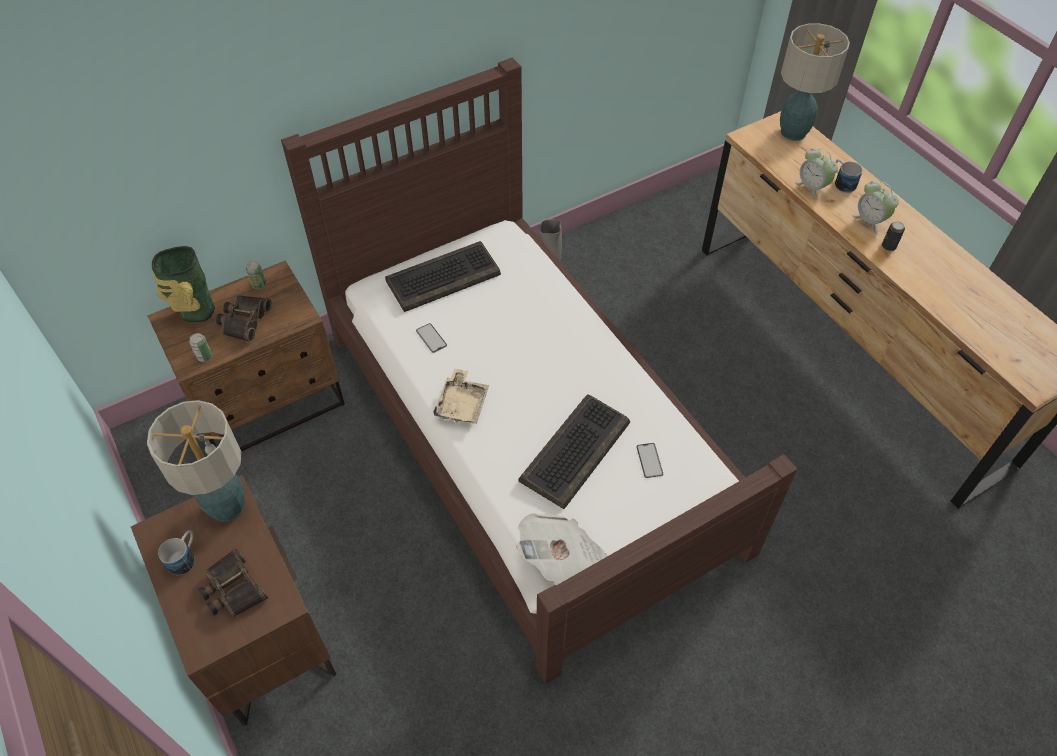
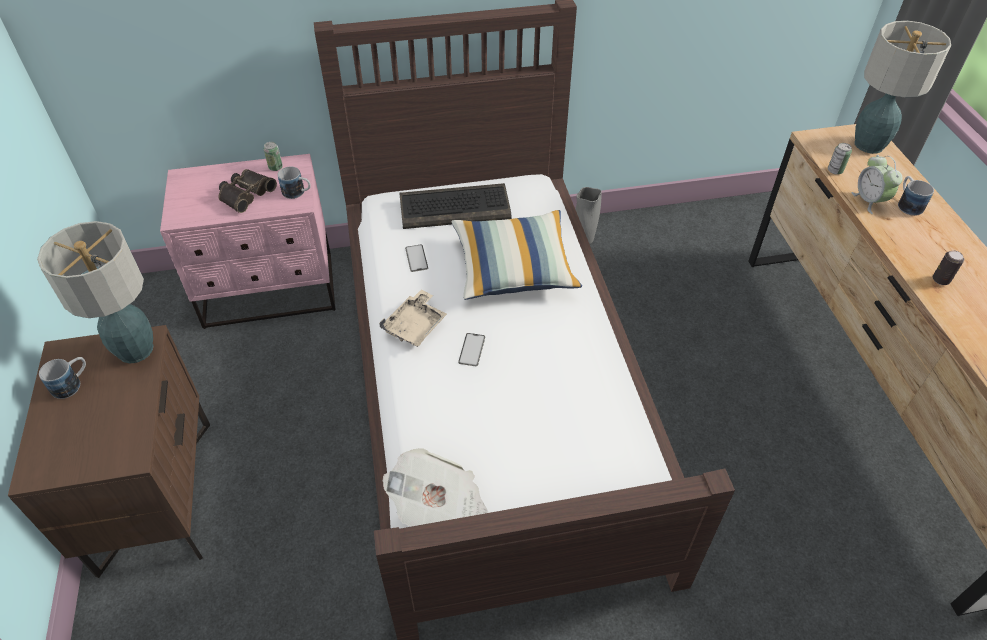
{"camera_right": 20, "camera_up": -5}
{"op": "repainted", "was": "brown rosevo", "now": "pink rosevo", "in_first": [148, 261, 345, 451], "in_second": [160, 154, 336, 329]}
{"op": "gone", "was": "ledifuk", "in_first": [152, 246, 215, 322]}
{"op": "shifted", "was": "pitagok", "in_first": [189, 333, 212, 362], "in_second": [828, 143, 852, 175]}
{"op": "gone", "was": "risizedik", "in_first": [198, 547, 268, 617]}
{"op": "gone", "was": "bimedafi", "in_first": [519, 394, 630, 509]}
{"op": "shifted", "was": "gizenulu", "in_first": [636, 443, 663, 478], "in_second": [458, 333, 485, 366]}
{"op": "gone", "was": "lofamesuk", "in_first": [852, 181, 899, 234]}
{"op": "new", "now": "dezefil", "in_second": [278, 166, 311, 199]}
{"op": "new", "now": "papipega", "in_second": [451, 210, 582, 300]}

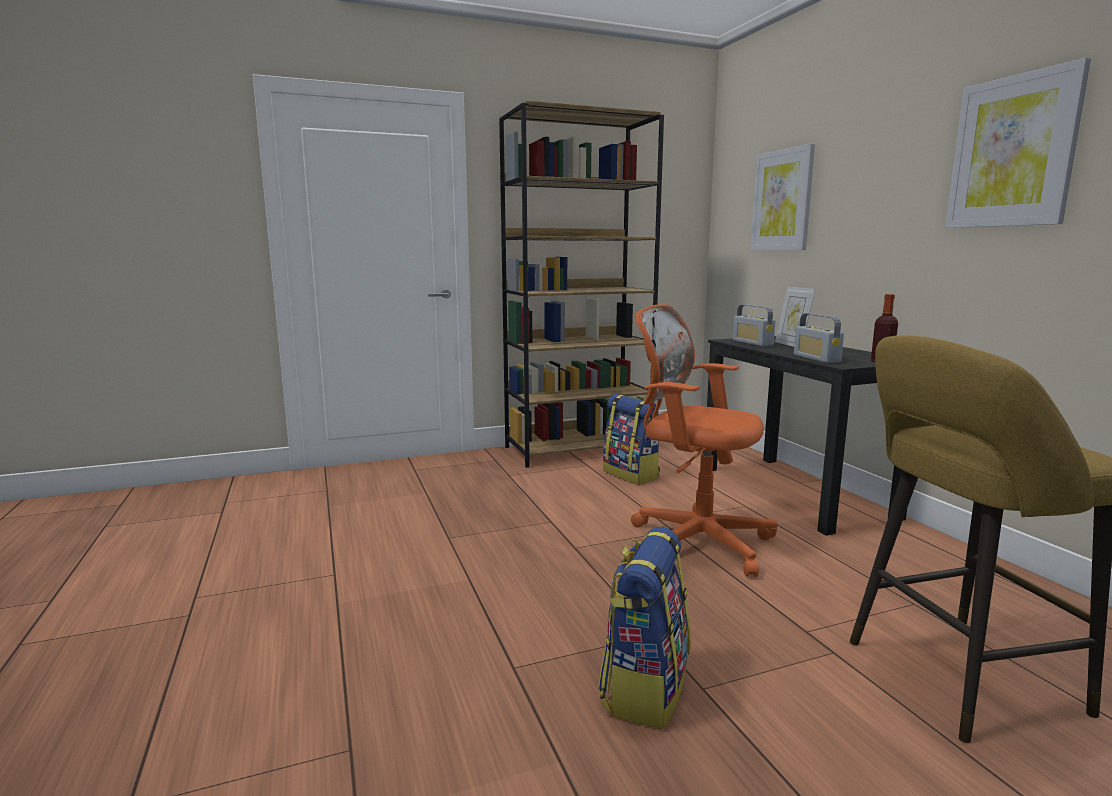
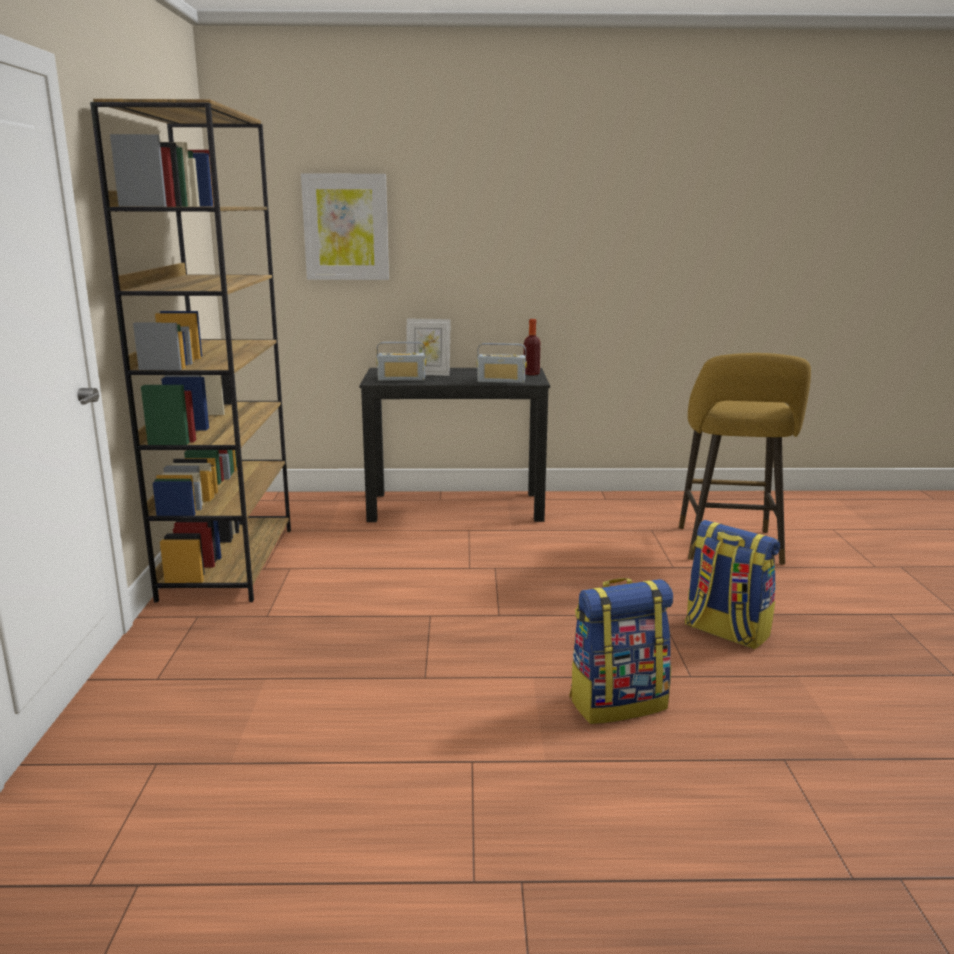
{"camera_right": -70, "camera_up": 5}
{"op": "shifted", "was": "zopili", "in_first": [603, 394, 660, 485], "in_second": [569, 578, 673, 724]}
{"op": "gone", "was": "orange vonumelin", "in_first": [631, 304, 778, 577]}
{"op": "gone", "was": "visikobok", "in_first": [945, 58, 1091, 228]}

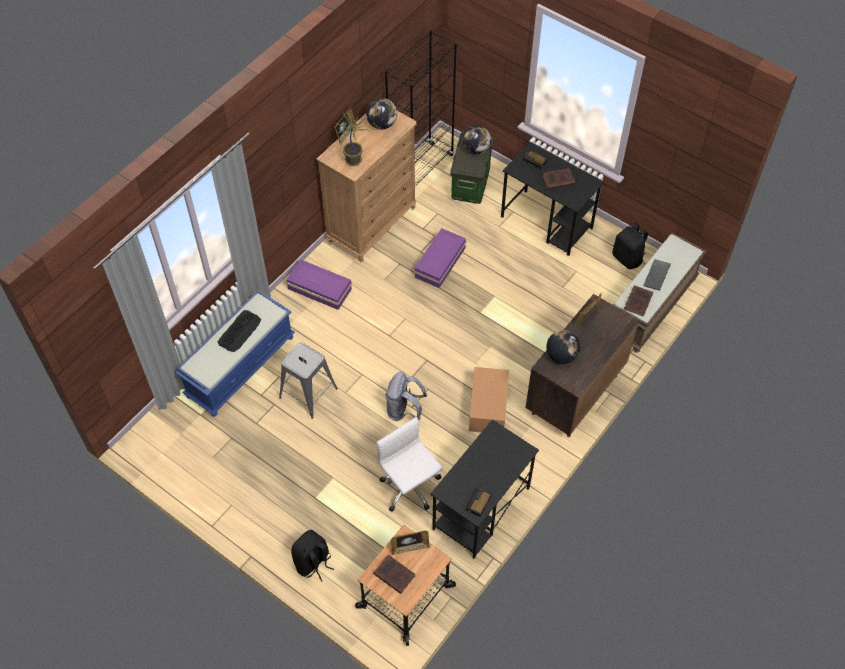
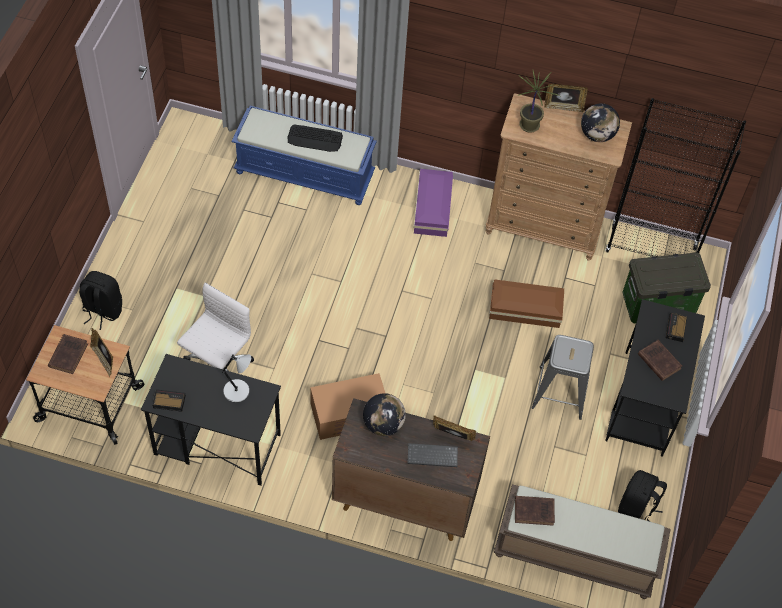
{"camera_right": 65, "camera_up": 0}
{"op": "shifted", "was": "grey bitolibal", "in_first": [279, 343, 338, 419], "in_second": [531, 335, 594, 420]}
{"op": "gone", "was": "grey zopili", "in_first": [385, 372, 427, 421]}
{"op": "repainted", "was": "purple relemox", "now": "brown relemox", "in_first": [414, 228, 466, 288], "in_second": [489, 279, 564, 328]}
{"op": "gone", "was": "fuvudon", "in_first": [463, 125, 491, 154]}
{"op": "shifted", "was": "bimedafi", "in_first": [643, 259, 671, 291], "in_second": [407, 443, 458, 467]}
{"op": "new", "now": "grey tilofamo", "in_second": [222, 354, 251, 402]}

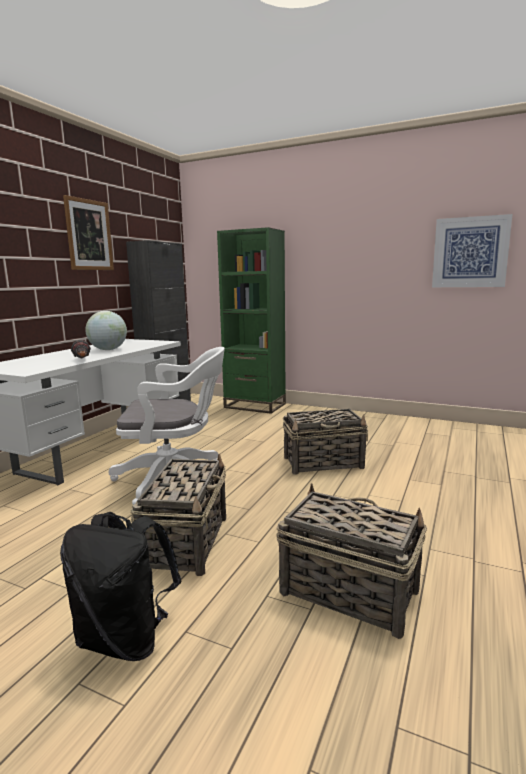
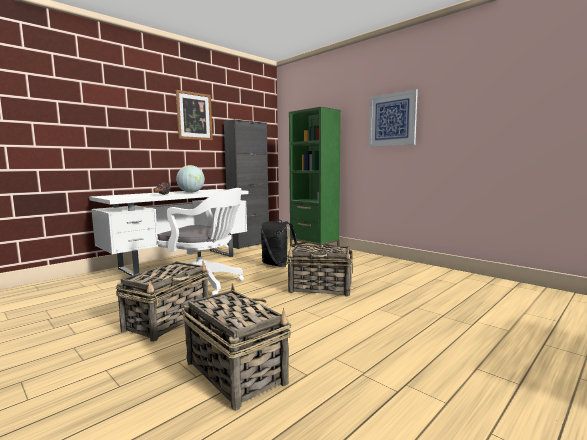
{"camera_right": 20, "camera_up": -5}
{"op": "shifted", "was": "black zopili", "in_first": [60, 512, 182, 661], "in_second": [261, 219, 298, 267]}
{"op": "shifted", "was": "visikobok", "in_first": [432, 214, 512, 287], "in_second": [369, 89, 418, 147]}

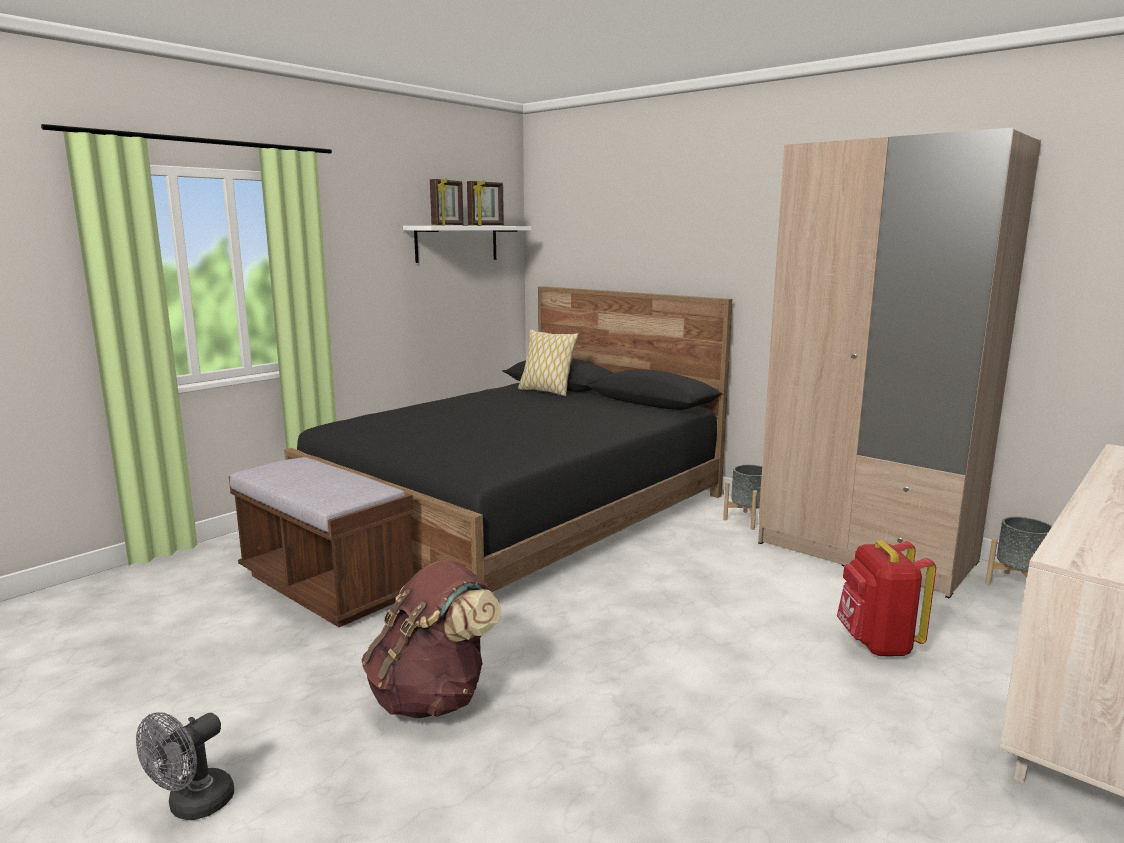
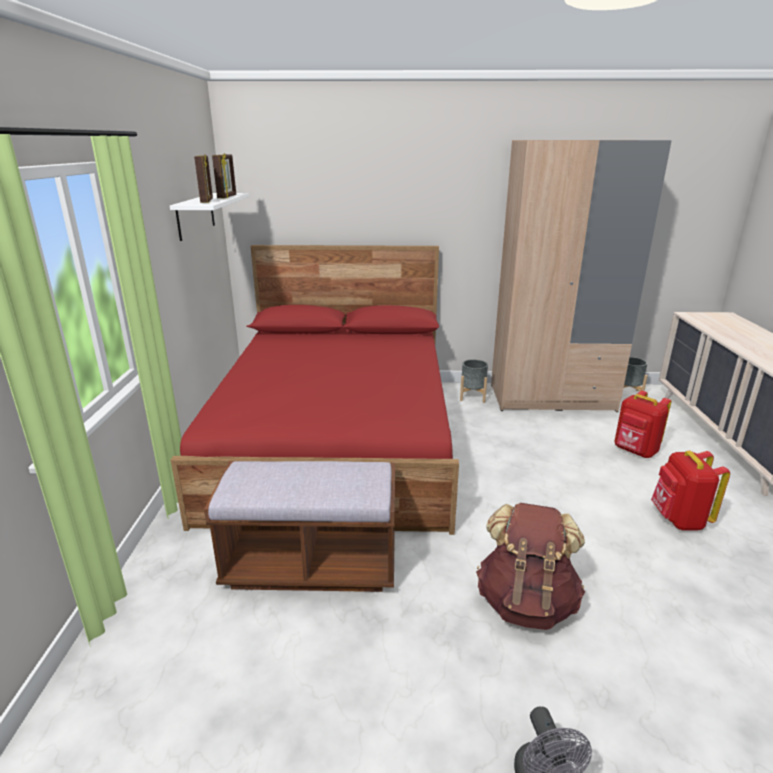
{"camera_right": -40, "camera_up": 10}
{"op": "repainted", "was": "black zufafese", "now": "red zufafese", "in_first": [284, 286, 732, 592], "in_second": [171, 245, 459, 535]}
{"op": "gone", "was": "papipega", "in_first": [518, 329, 579, 396]}
{"op": "new", "now": "red zopili", "in_second": [651, 451, 730, 530]}

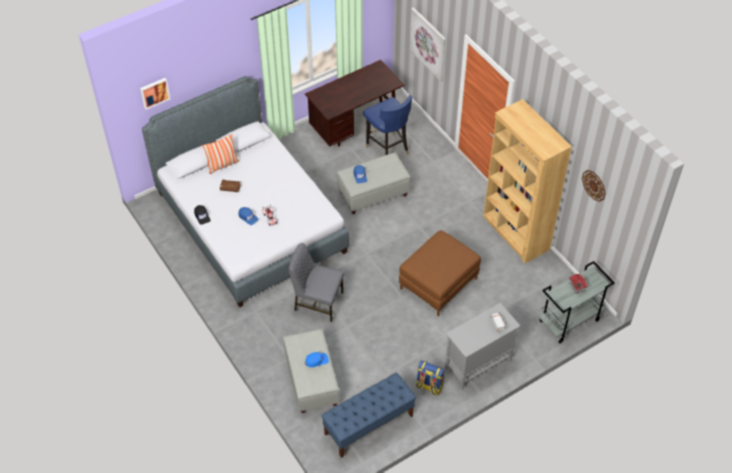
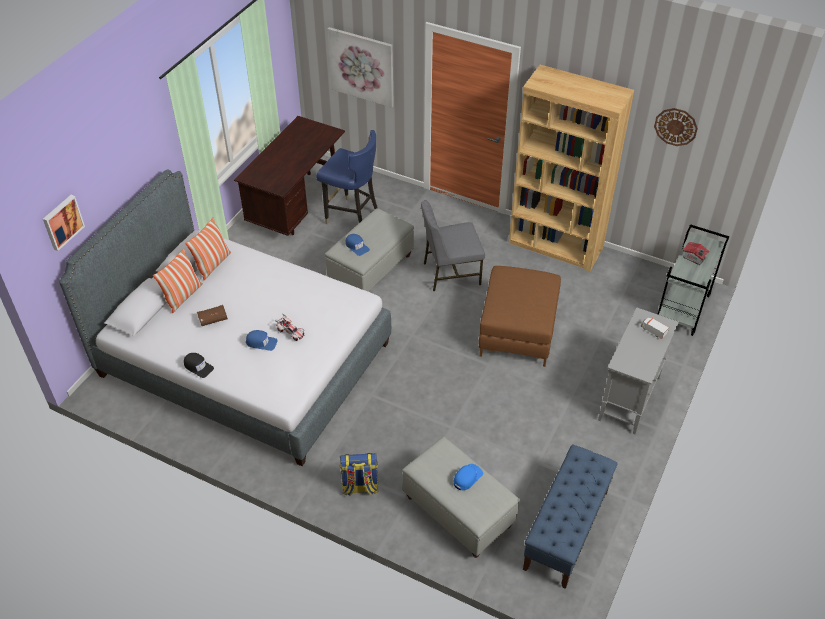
{"camera_right": -30, "camera_up": -5}
{"op": "shifted", "was": "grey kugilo", "in_first": [289, 243, 344, 322], "in_second": [421, 200, 485, 291]}
{"op": "shifted", "was": "zopili", "in_first": [416, 360, 445, 395], "in_second": [340, 453, 379, 496]}
{"op": "new", "now": "papipega", "in_second": [185, 217, 231, 280]}

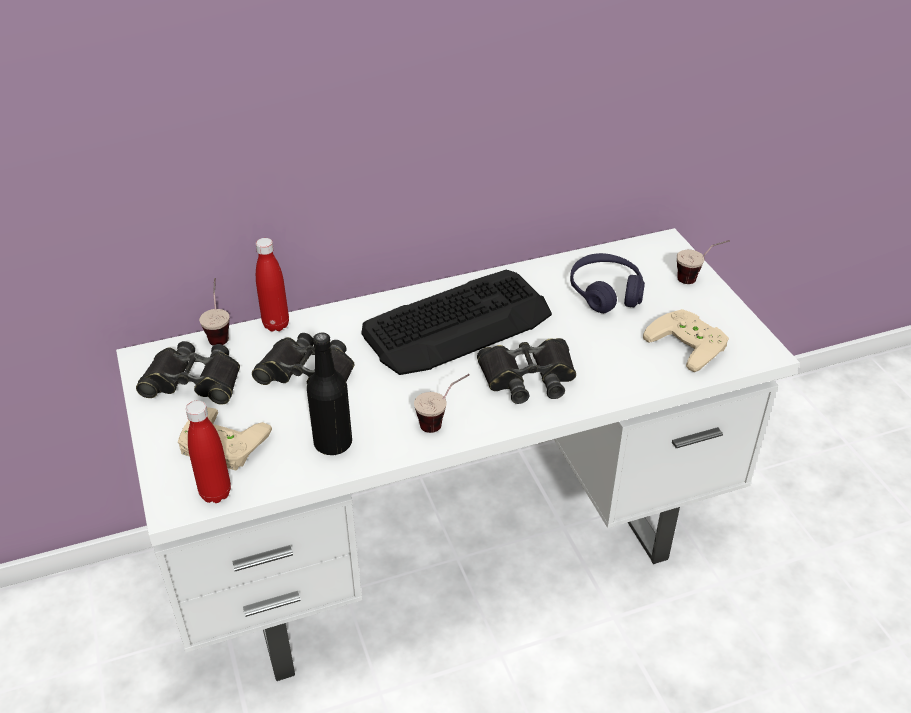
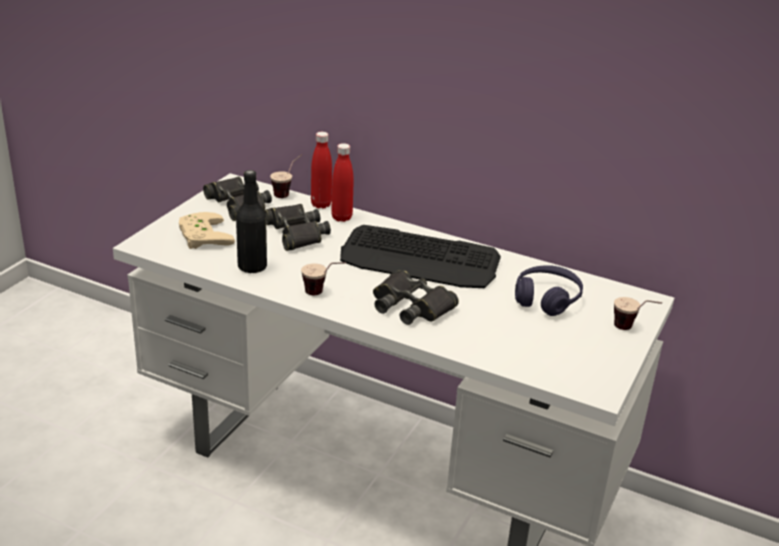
{"camera_right": 45, "camera_up": -10}
{"op": "shifted", "was": "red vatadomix", "in_first": [186, 401, 231, 503], "in_second": [331, 143, 354, 222]}
{"op": "gone", "was": "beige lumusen", "in_first": [643, 309, 729, 372]}

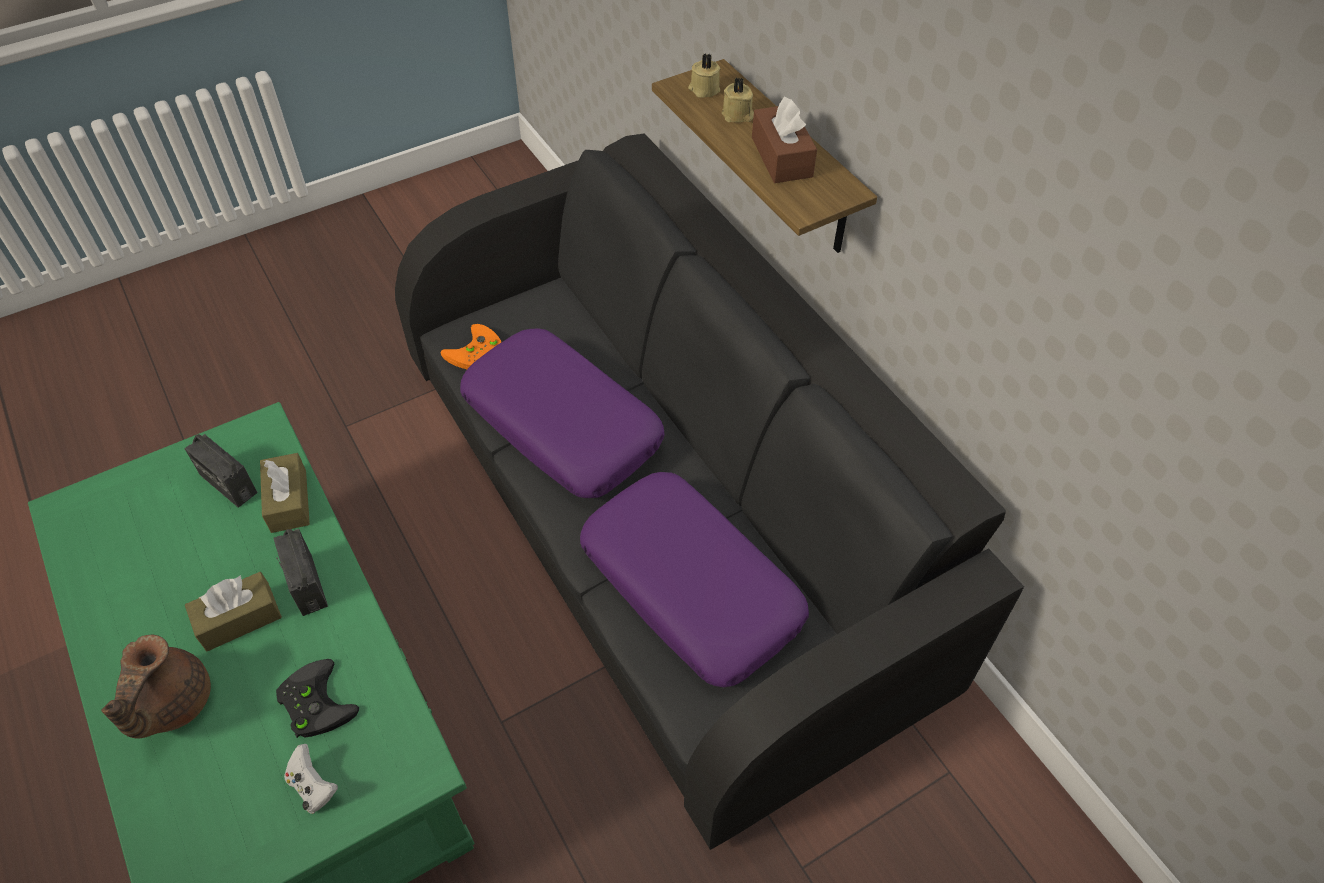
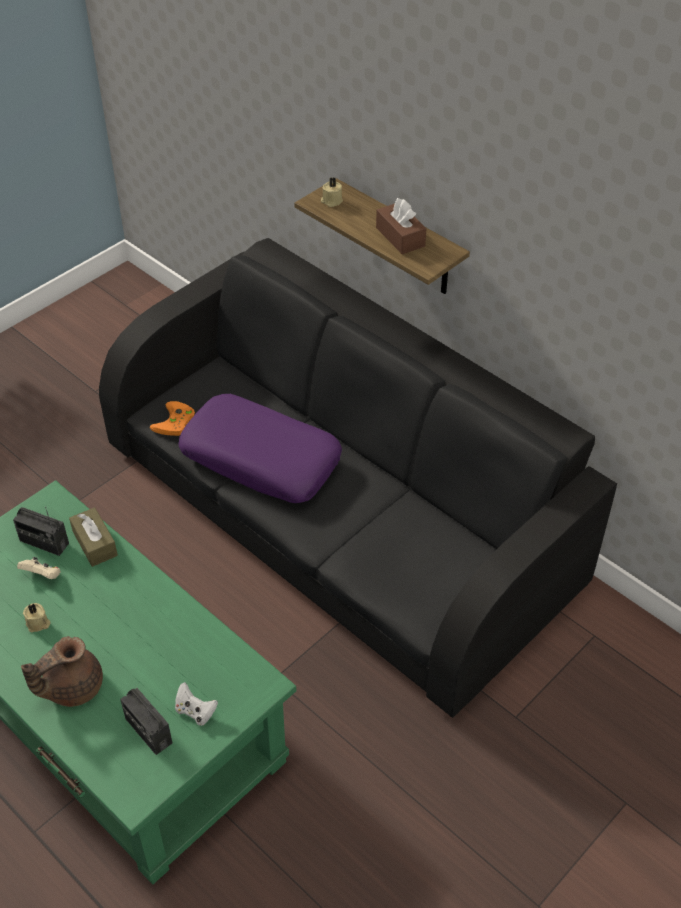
{"camera_right": -15, "camera_up": -5}
{"op": "rotated", "was": "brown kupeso", "in_first": [101, 635, 211, 739], "in_second": [21, 636, 103, 707], "clockwise": 60}
{"op": "gone", "was": "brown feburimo", "in_first": [185, 572, 282, 651]}
{"op": "shifted", "was": "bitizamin", "in_first": [273, 529, 328, 616], "in_second": [120, 688, 172, 755]}
{"op": "gone", "was": "black lumusen", "in_first": [276, 659, 359, 738]}
{"op": "gone", "was": "purple papipega", "in_first": [580, 472, 809, 687]}
{"op": "shifted", "was": "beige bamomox", "in_first": [722, 78, 754, 122], "in_second": [23, 603, 50, 632]}
{"op": "new", "now": "beige lumusen", "in_second": [17, 557, 61, 579]}

